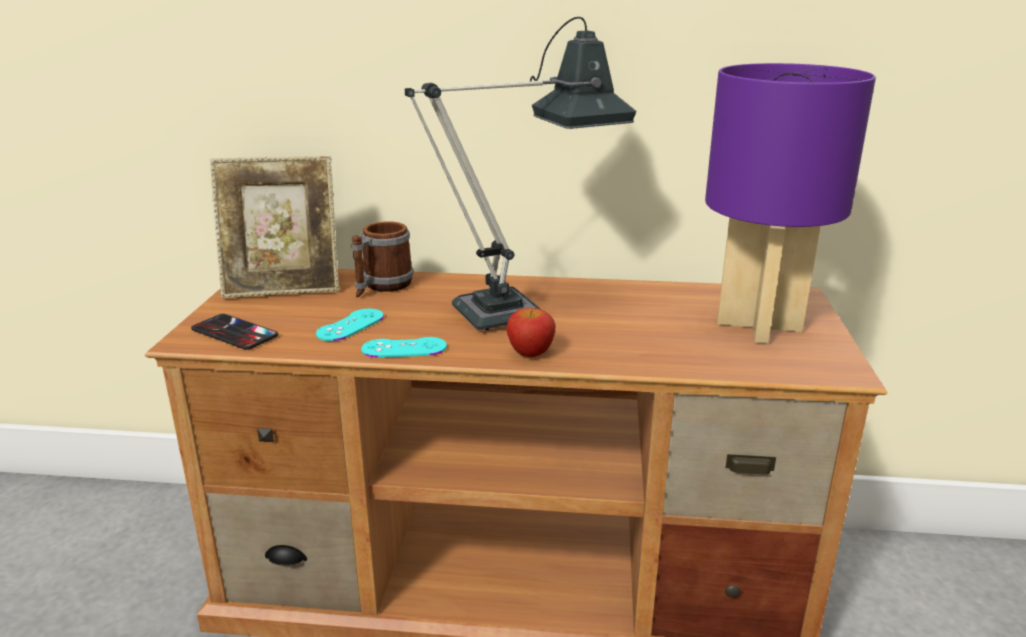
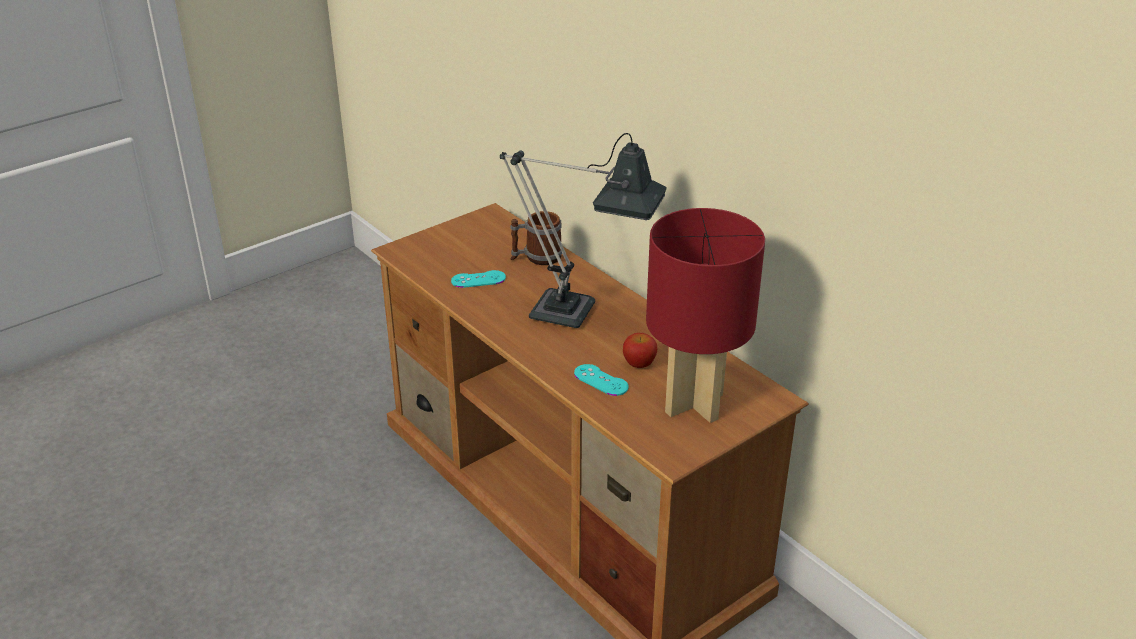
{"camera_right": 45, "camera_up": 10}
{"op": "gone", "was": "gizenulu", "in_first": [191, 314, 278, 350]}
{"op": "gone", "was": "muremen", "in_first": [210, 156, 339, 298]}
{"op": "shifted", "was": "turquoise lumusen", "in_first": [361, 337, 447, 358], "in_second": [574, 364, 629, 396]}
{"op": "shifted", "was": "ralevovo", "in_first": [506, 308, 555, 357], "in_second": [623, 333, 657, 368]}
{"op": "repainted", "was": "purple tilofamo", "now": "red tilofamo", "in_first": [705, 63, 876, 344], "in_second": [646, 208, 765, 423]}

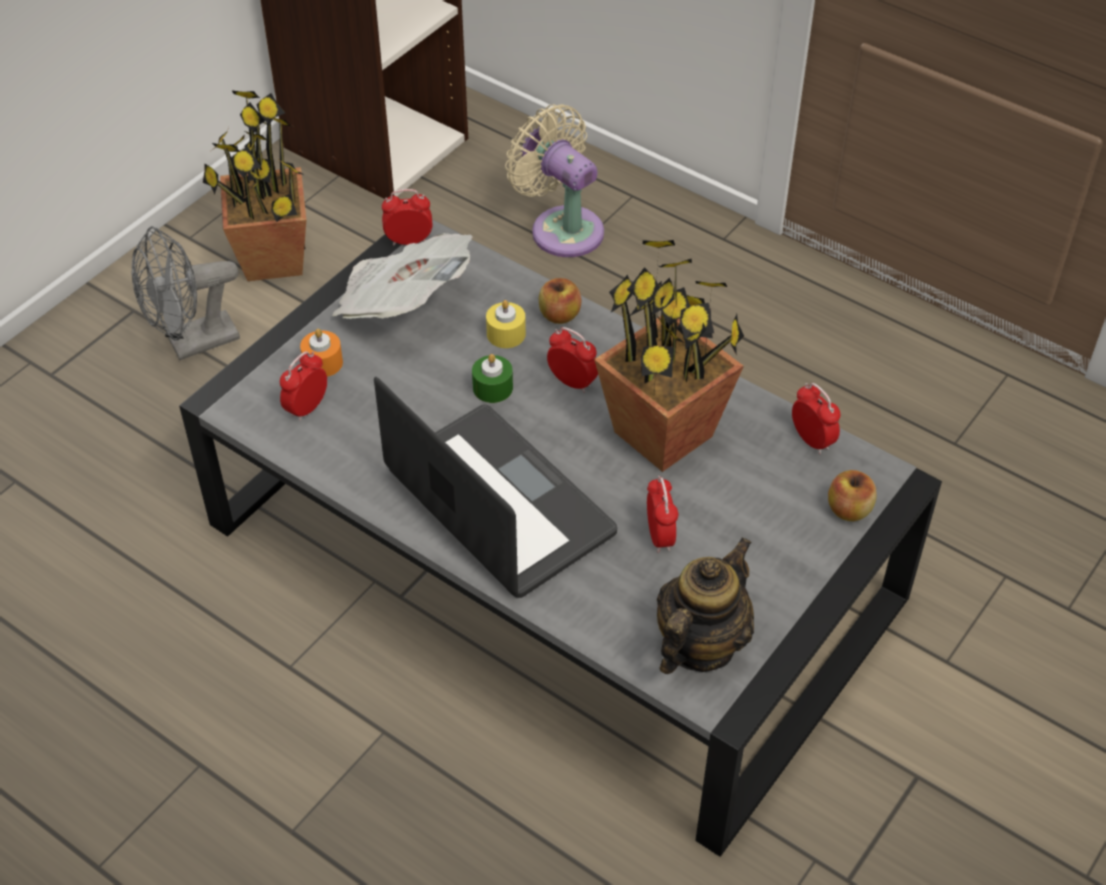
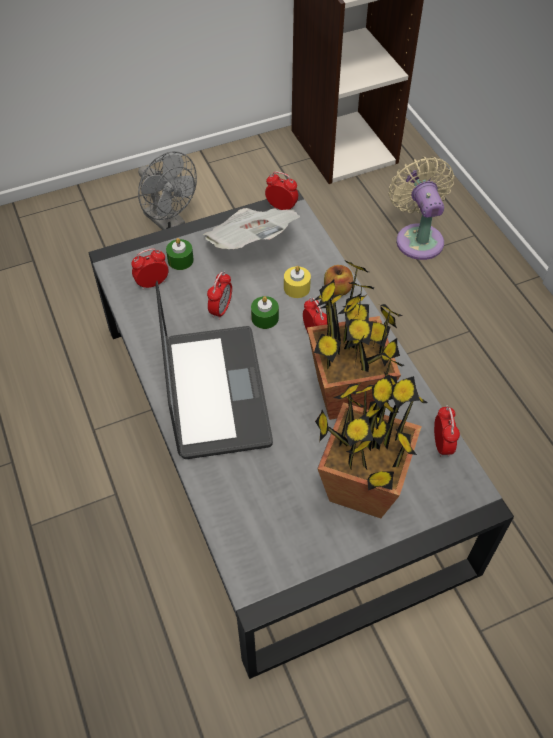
{"camera_right": 30, "camera_up": 5}
{"op": "rotated", "was": "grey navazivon", "in_first": [131, 226, 240, 360], "in_second": [138, 152, 197, 230], "clockwise": -135}
{"op": "shifted", "was": "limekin", "in_first": [203, 90, 306, 281], "in_second": [315, 352, 428, 518]}
{"op": "repainted", "was": "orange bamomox", "now": "green bamomox", "in_first": [300, 329, 343, 377], "in_second": [166, 238, 194, 270]}
{"op": "shifted", "was": "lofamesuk", "in_first": [647, 476, 678, 553], "in_second": [207, 271, 232, 320]}
{"op": "gone", "was": "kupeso", "in_first": [657, 537, 754, 674]}
{"op": "gone", "was": "ralevovo", "in_first": [828, 470, 877, 521]}

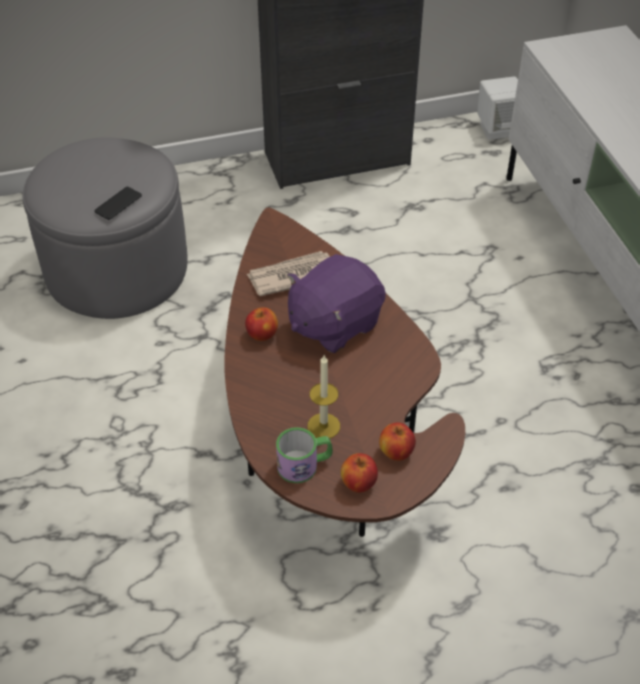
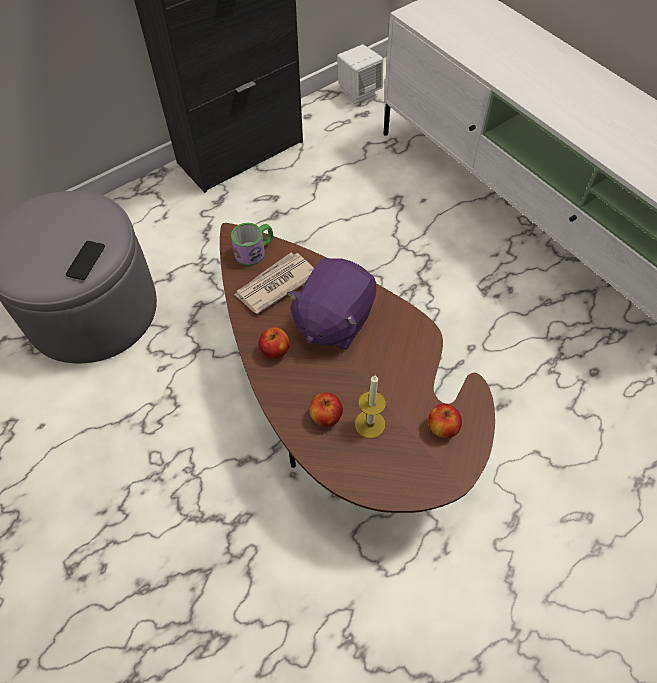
{"camera_right": -20, "camera_up": 10}
{"op": "shifted", "was": "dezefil", "in_first": [276, 427, 333, 483], "in_second": [231, 223, 273, 266]}
{"op": "shifted", "was": "ralevovo", "in_first": [341, 453, 378, 492], "in_second": [309, 392, 343, 427]}

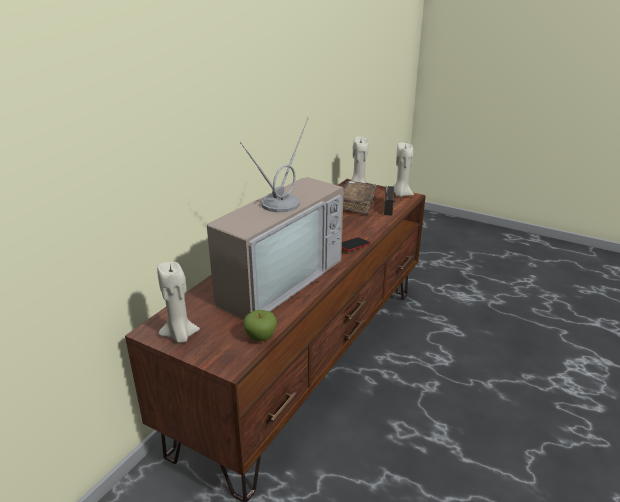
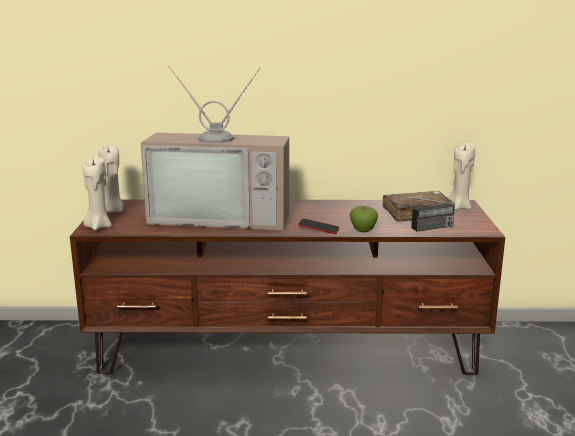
{"camera_right": 60, "camera_up": -10}
{"op": "shifted", "was": "ralevovo", "in_first": [243, 310, 277, 341], "in_second": [350, 206, 378, 232]}
{"op": "shifted", "was": "beige bamomox", "in_first": [393, 142, 414, 197], "in_second": [82, 157, 112, 230]}

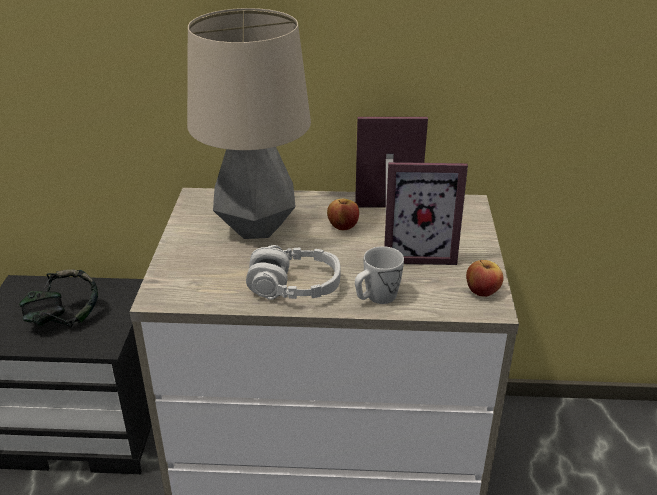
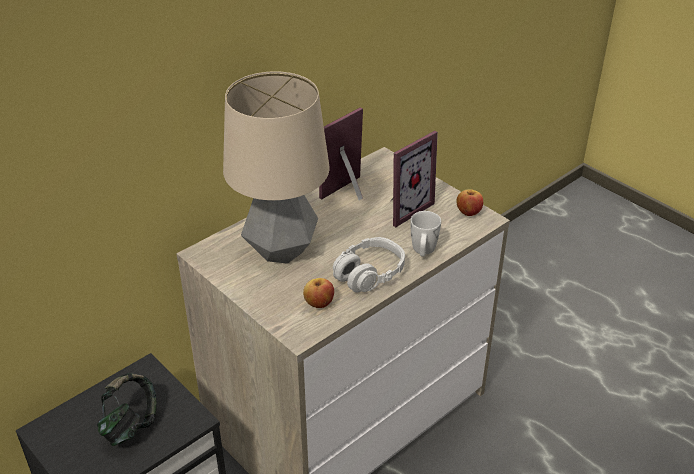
{"camera_right": -45, "camera_up": 5}
{"op": "shifted", "was": "ralevovo", "in_first": [327, 199, 359, 230], "in_second": [303, 278, 334, 308]}

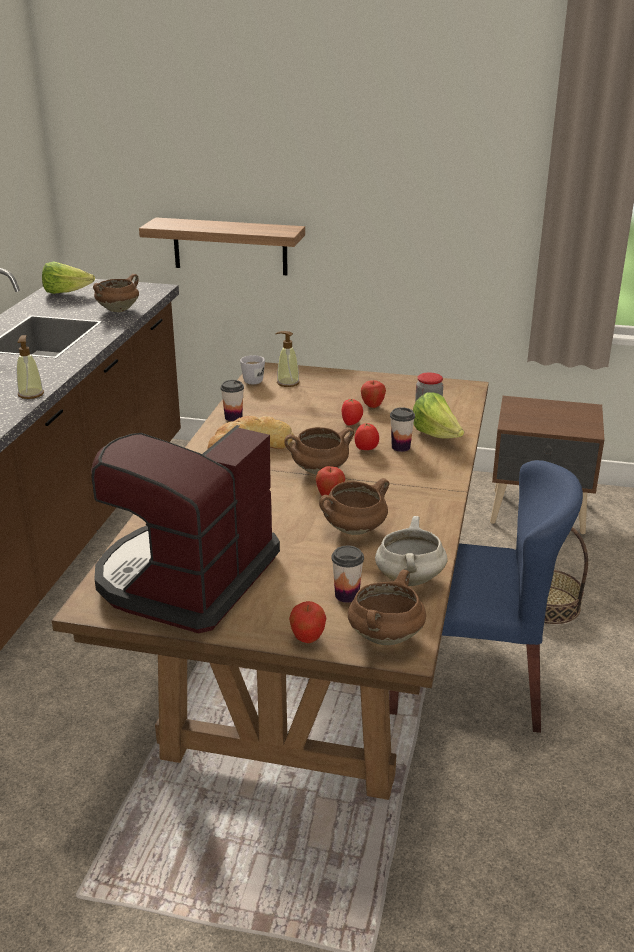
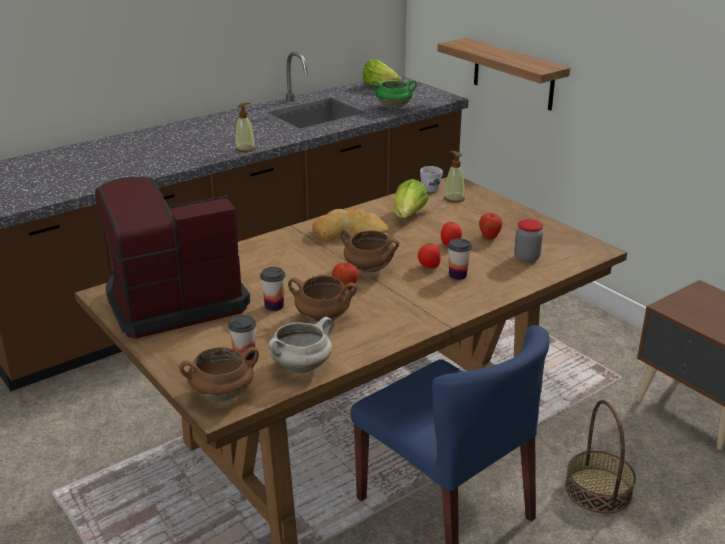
{"camera_right": 40, "camera_up": 0}
{"op": "repainted", "was": "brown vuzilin", "now": "green vuzilin", "in_first": [93, 274, 139, 312], "in_second": [372, 80, 417, 109]}
{"op": "shifted", "was": "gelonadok", "in_first": [220, 380, 244, 421], "in_second": [260, 267, 285, 311]}
{"op": "gone", "was": "ralevovo", "in_first": [289, 601, 326, 643]}
{"op": "shifted", "was": "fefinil", "in_first": [413, 392, 464, 439], "in_second": [394, 179, 429, 218]}

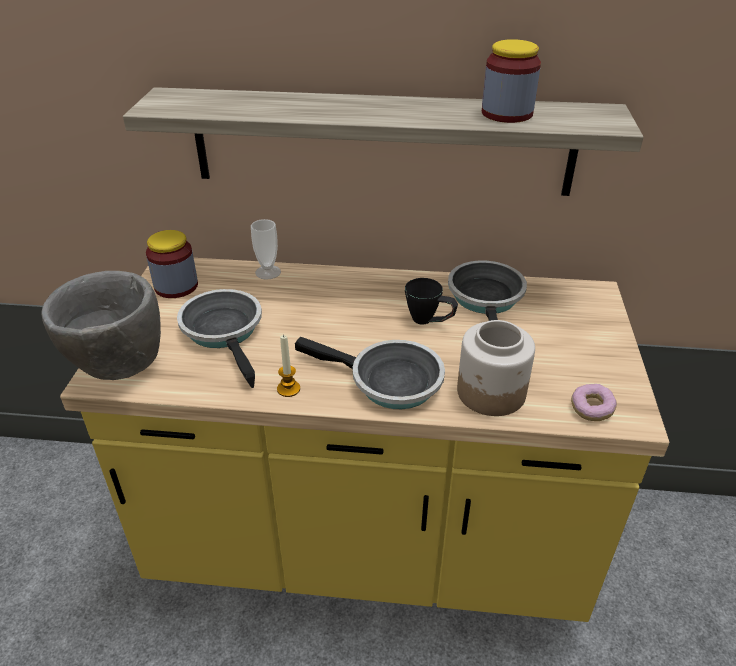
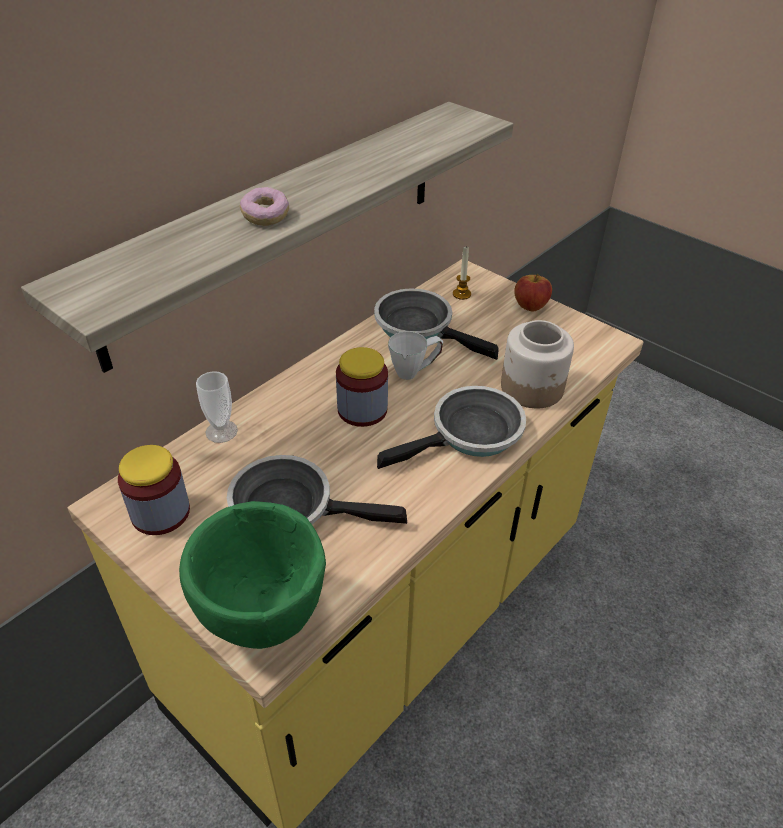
{"camera_right": -55, "camera_up": 5}
{"op": "repainted", "was": "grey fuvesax", "now": "green fuvesax", "in_first": [42, 271, 161, 380], "in_second": [179, 501, 326, 649]}
{"op": "shifted", "was": "bamomox", "in_first": [277, 335, 300, 397], "in_second": [453, 247, 471, 300]}
{"op": "repainted", "was": "black dezefil", "now": "white dezefil", "in_first": [405, 278, 458, 325], "in_second": [388, 331, 443, 380]}
{"op": "shifted", "was": "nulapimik", "in_first": [482, 39, 541, 123], "in_second": [336, 347, 388, 427]}
{"op": "shifted", "was": "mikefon", "in_first": [571, 384, 617, 421], "in_second": [240, 187, 289, 226]}
{"op": "new", "now": "ralevovo", "in_second": [514, 273, 552, 312]}

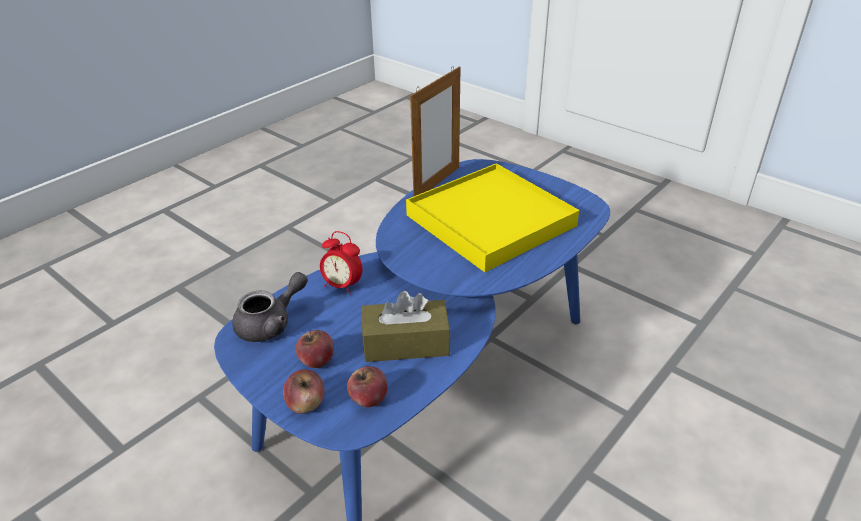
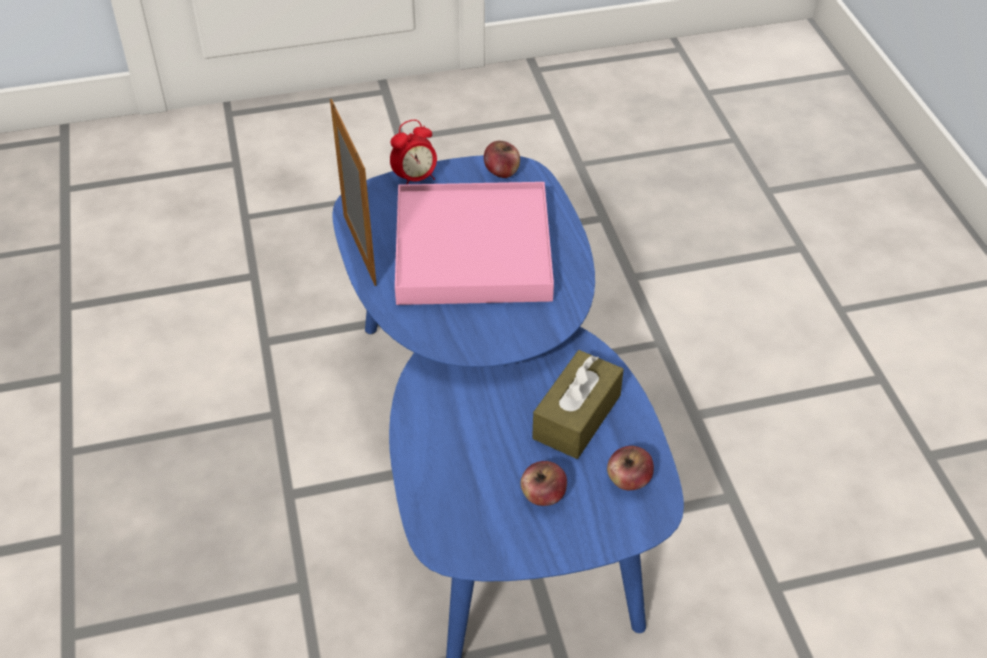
{"camera_right": -55, "camera_up": 10}
{"op": "gone", "was": "grey kupeso", "in_first": [232, 272, 308, 342]}
{"op": "shifted", "was": "ralevovo", "in_first": [283, 369, 324, 414], "in_second": [484, 141, 520, 178]}
{"op": "shifted", "was": "lofamesuk", "in_first": [320, 231, 363, 295], "in_second": [390, 120, 437, 184]}
{"op": "repainted", "was": "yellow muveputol", "now": "pink muveputol", "in_first": [406, 163, 579, 272], "in_second": [395, 182, 554, 305]}

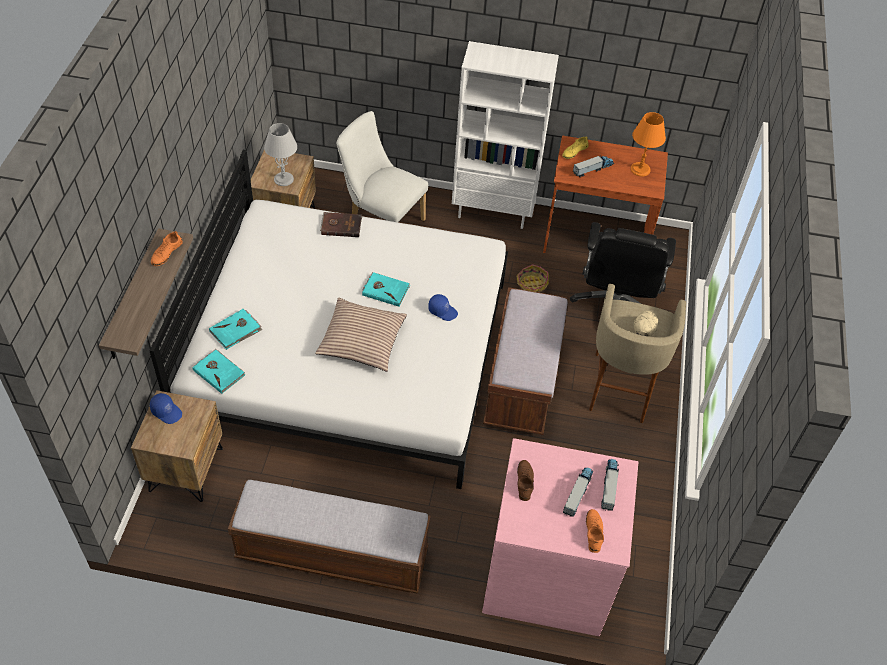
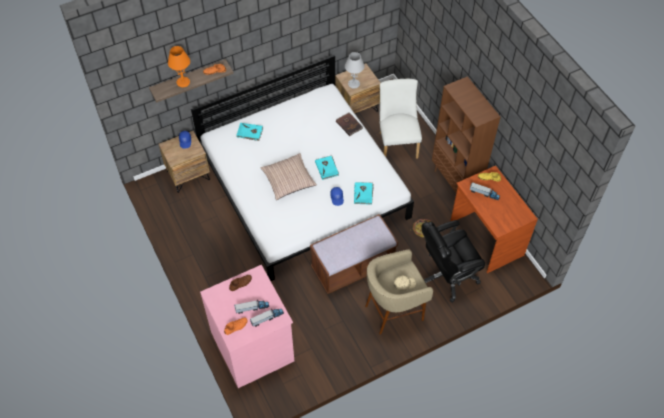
{"camera_right": 55, "camera_up": 5}
{"op": "shifted", "was": "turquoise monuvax", "in_first": [193, 349, 245, 394], "in_second": [354, 182, 374, 205]}
{"op": "gone", "was": "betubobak", "in_first": [228, 480, 431, 594]}
{"op": "repainted", "was": "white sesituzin", "now": "brown sesituzin", "in_first": [452, 41, 559, 229], "in_second": [432, 76, 500, 193]}
{"op": "shifted", "was": "orange tilofamo", "in_first": [631, 112, 666, 177], "in_second": [168, 46, 190, 87]}

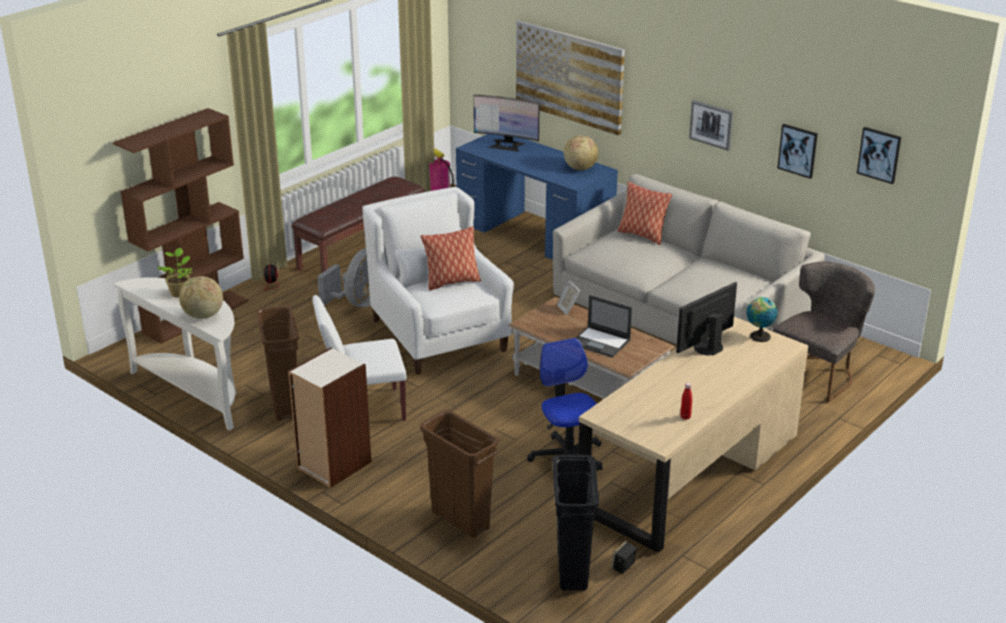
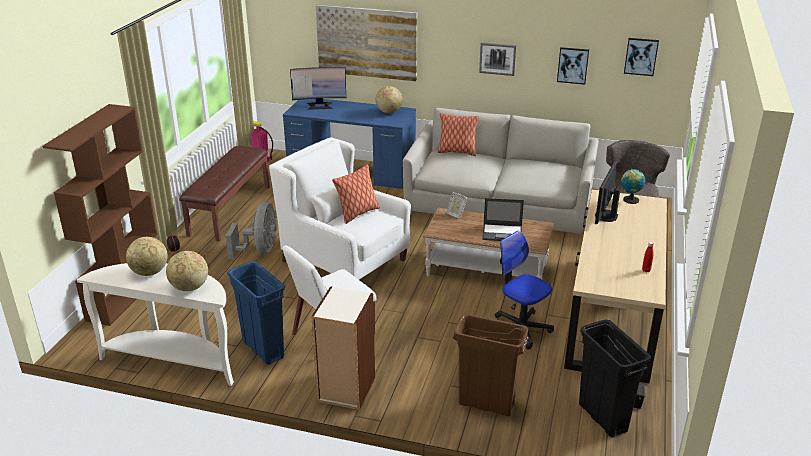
{"camera_right": -25, "camera_up": 0}
{"op": "swapped", "was": "limekin", "now": "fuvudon", "in_first": [157, 247, 192, 298], "in_second": [126, 237, 167, 276]}
{"op": "repainted", "was": "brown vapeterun", "now": "blue vapeterun", "in_first": [256, 305, 299, 421], "in_second": [227, 261, 285, 365]}

